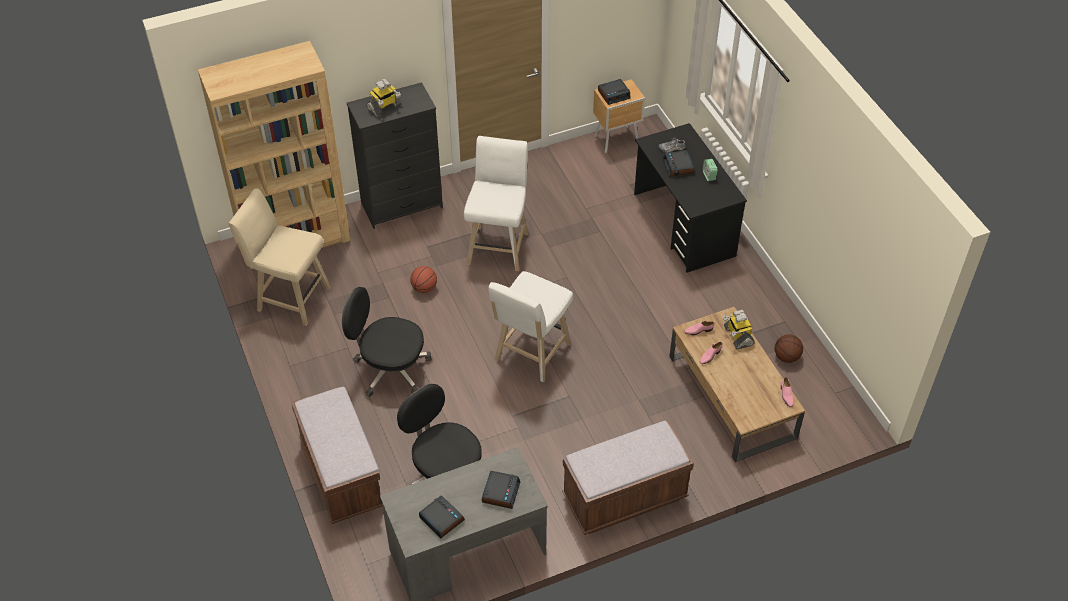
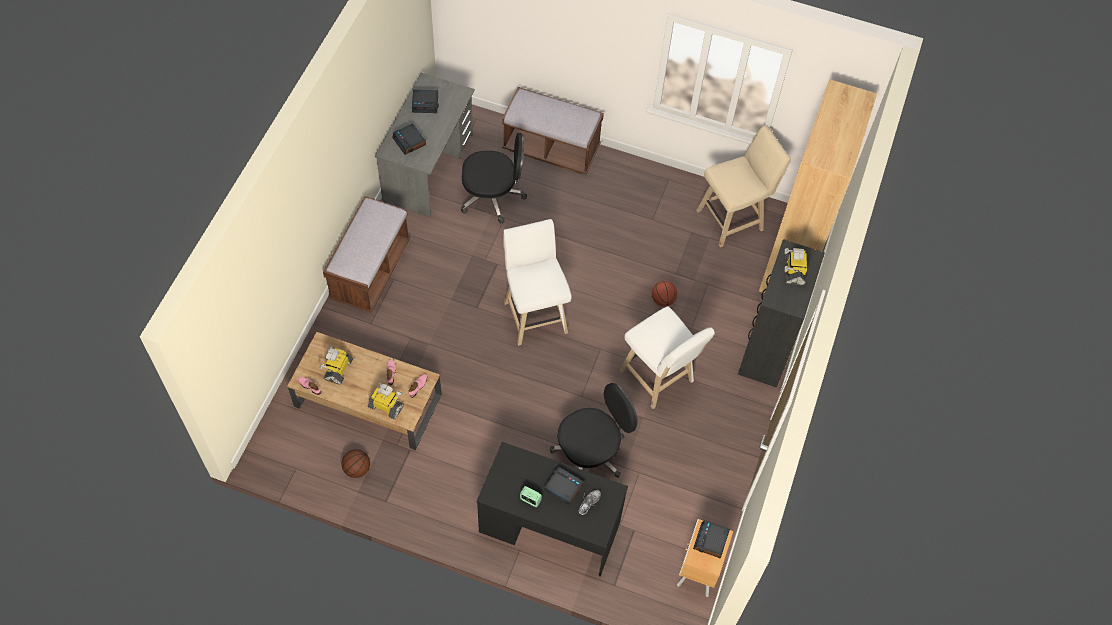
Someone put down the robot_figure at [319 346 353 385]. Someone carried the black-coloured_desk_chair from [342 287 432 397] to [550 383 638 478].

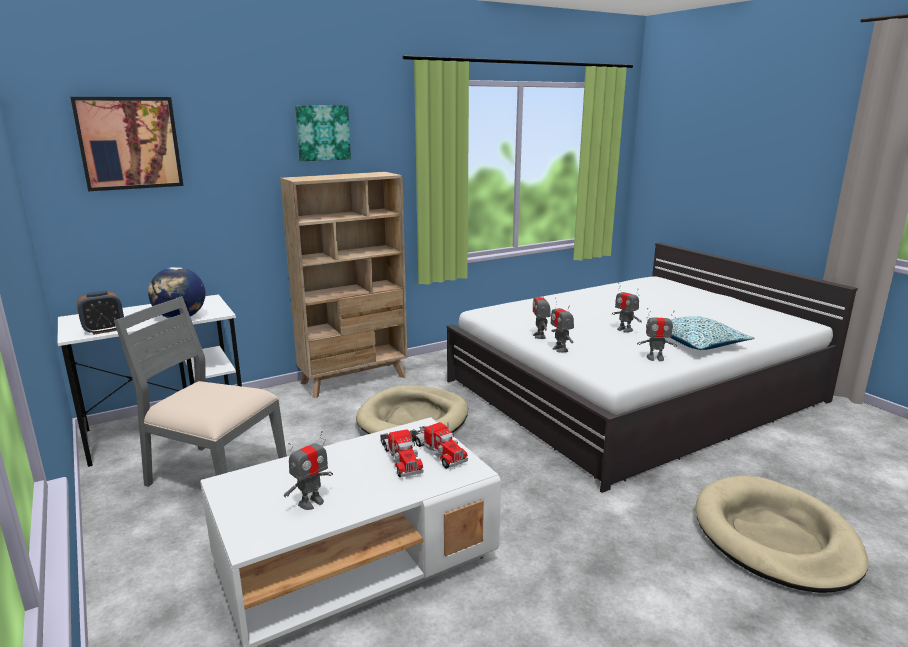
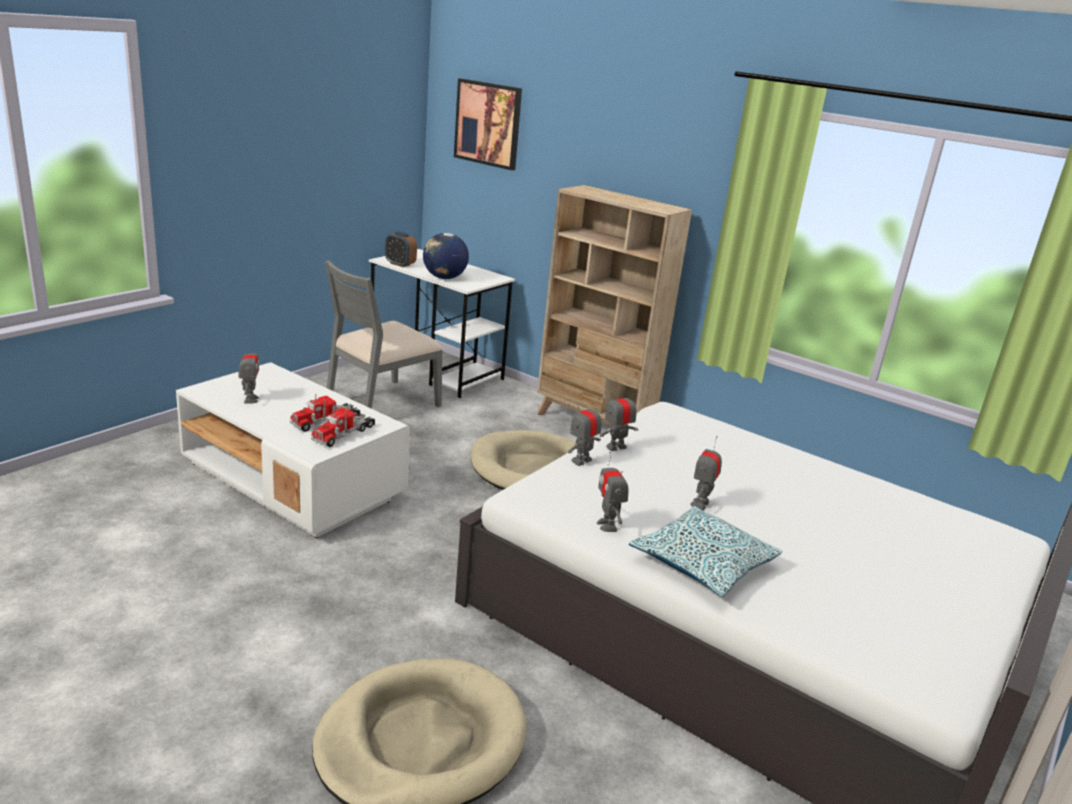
Someone took away the wall_picture at [295 105 351 161]. Someone rotated the greyish_plain_chair at [114 296 287 487] by 135 degrees counterclockwise. Someone rotated the robot_figure at [284 431 333 510] by 120 degrees counterclockwise.

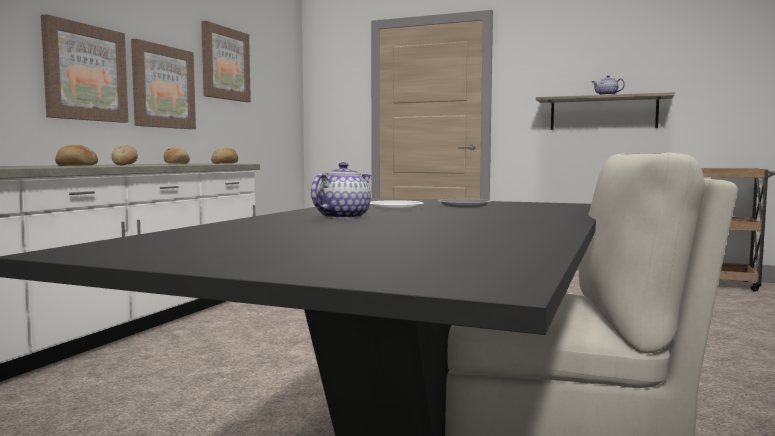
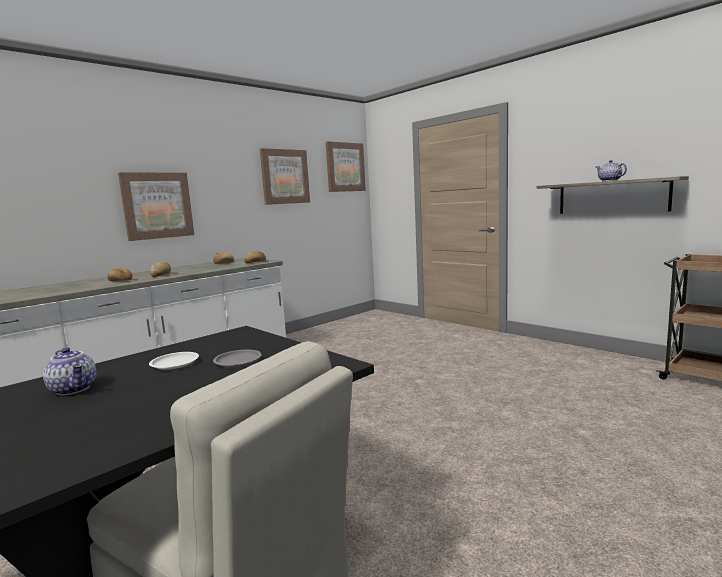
Someone carried the wall_picture from [131 39 196 129] to [326 141 366 192]. Someone rotated the pot_for_tea at [311 162 371 219] by 75 degrees clockwise.

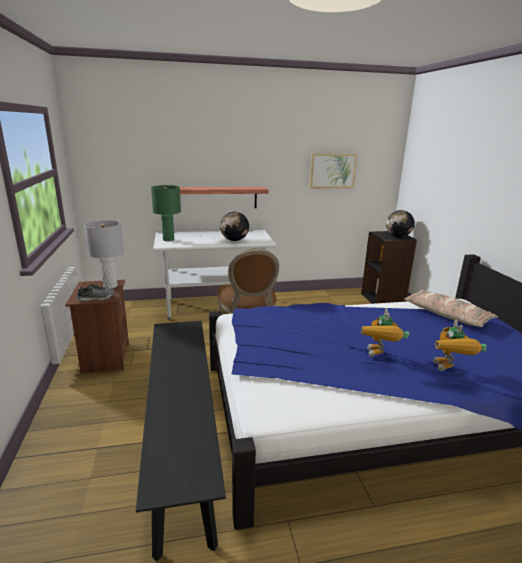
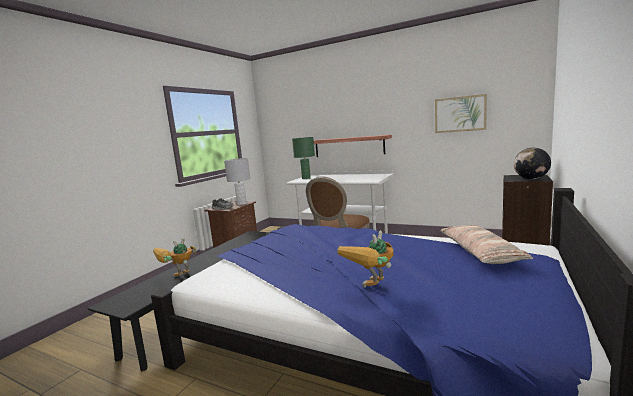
Someone took away the desk_globe at [220 212 249 241]. Someone carried the robot_figure from [361 308 410 357] to [153 238 197 277].

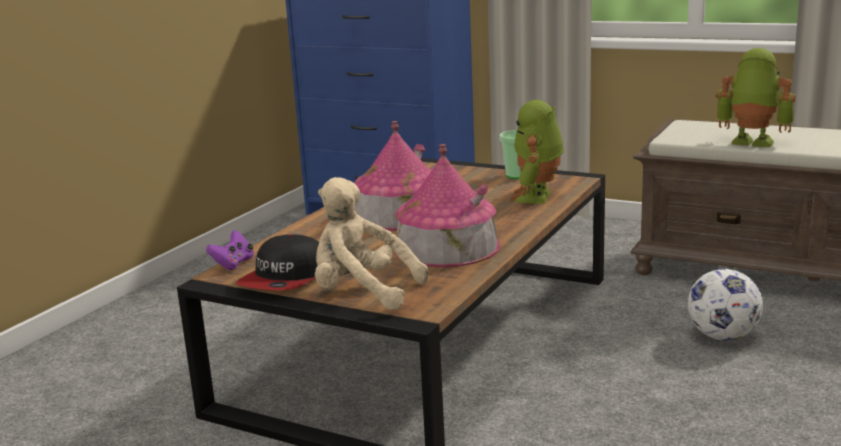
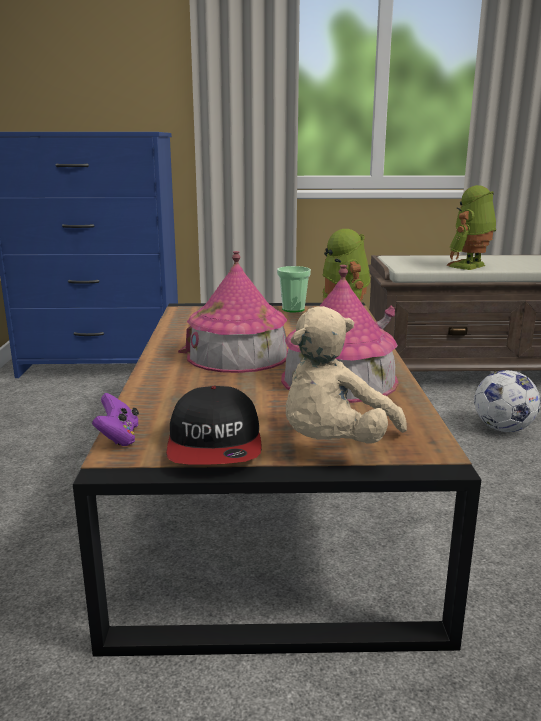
Someone rotated the sand-coloured_cuddly_toy at [315 177 428 310] by 45 degrees counterclockwise. Someone rotated the robot_figure at [716 48 796 147] by 45 degrees counterclockwise.

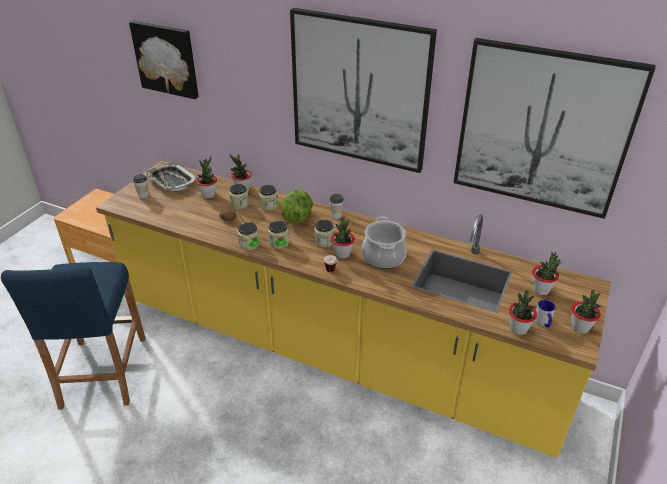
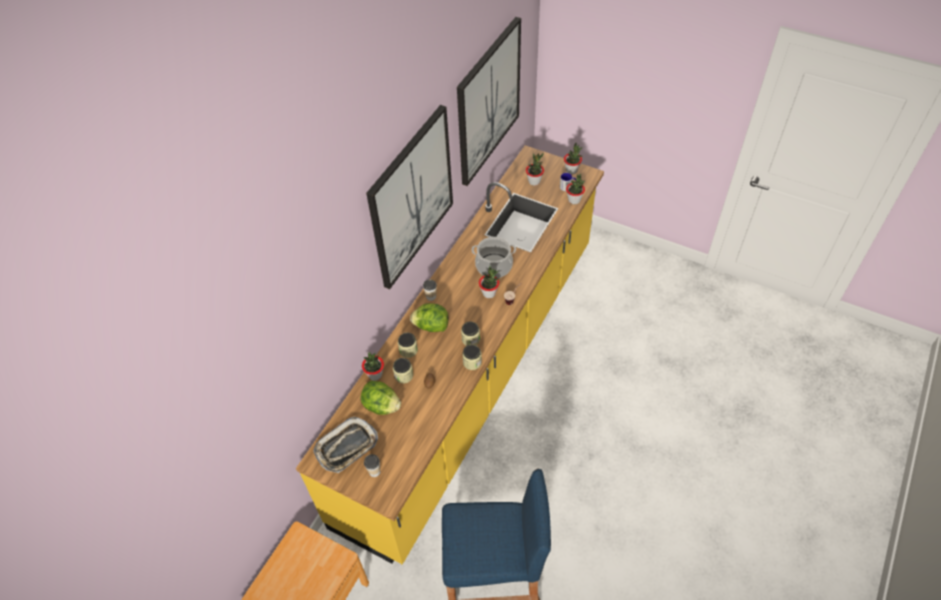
Someone took away the wall_picture at [129 21 199 99]. Someone took away the preserve_jar at [314 220 335 248]. Someone swapped the houseplant at [196 156 217 199] for the lettuce at [360 381 401 415].

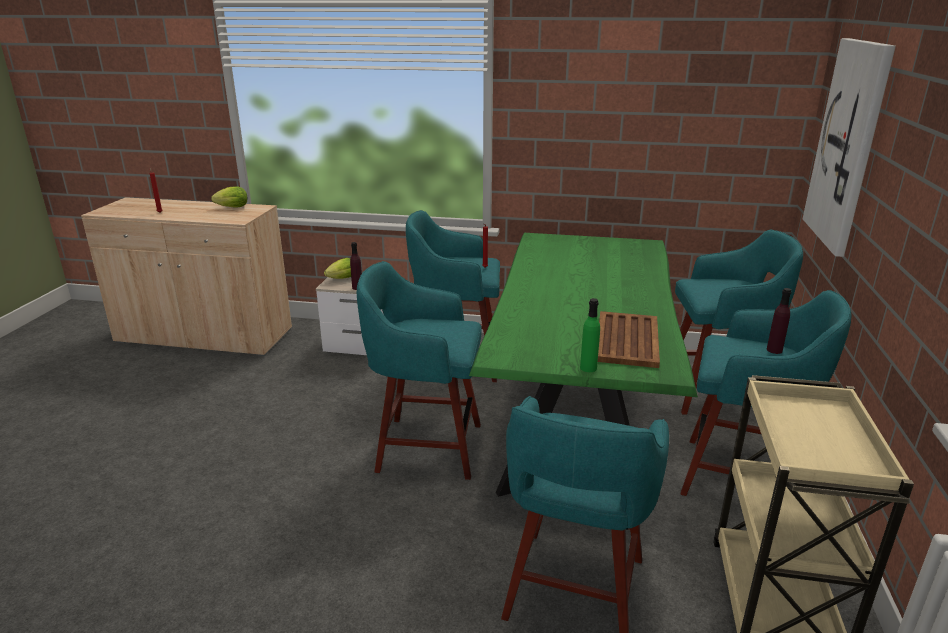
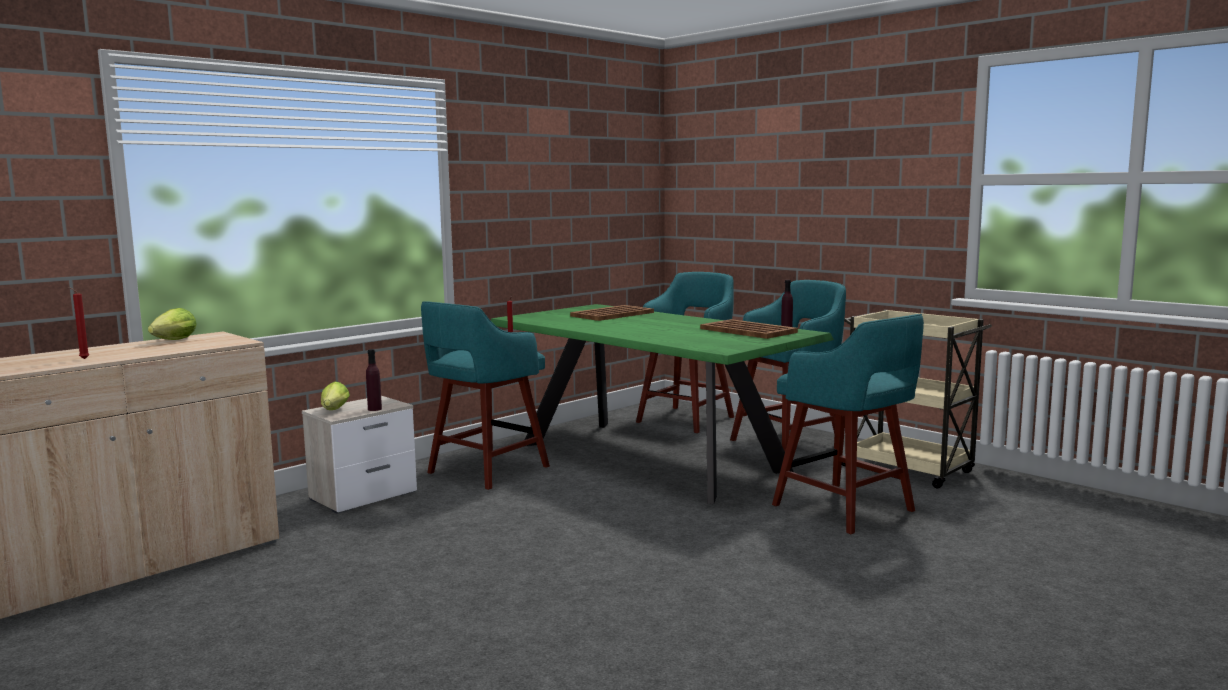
Someone took away the turquoise_stool_seat at [357 261 482 480]. Someone took away the green-coloured_bottle at [580 298 600 372]. Someone took away the wall_picture at [803 38 896 257]. Someone put down the brown-coloured_serving_tray at [570 305 654 321].

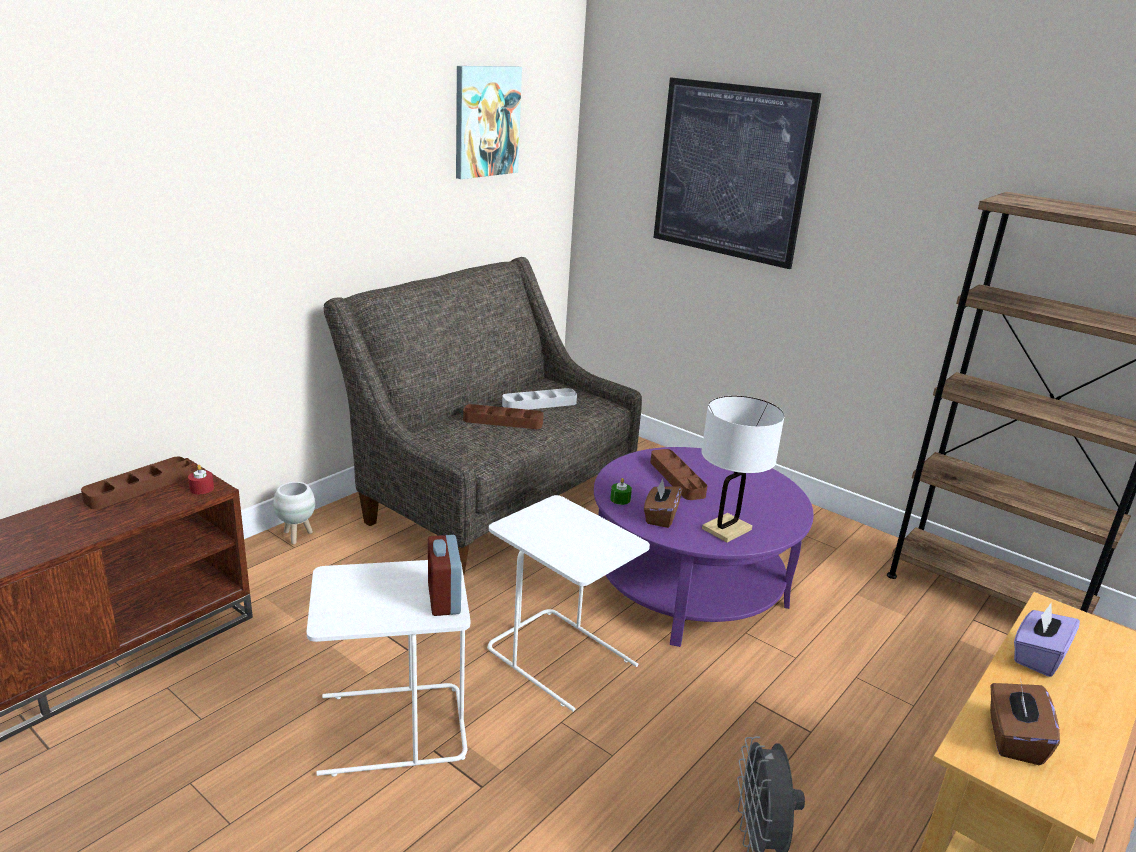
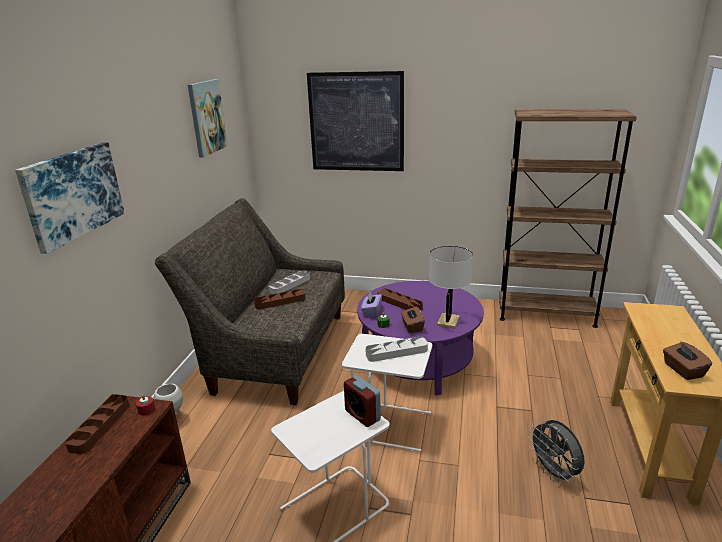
Someone put up the wall_picture at [15 142 125 254]. Someone put down the greyish_serving_tray at [365 337 428 362]. Someone carried the purple-coloured_tissue_holder from [1014 603 1080 677] to [361 291 382 317].

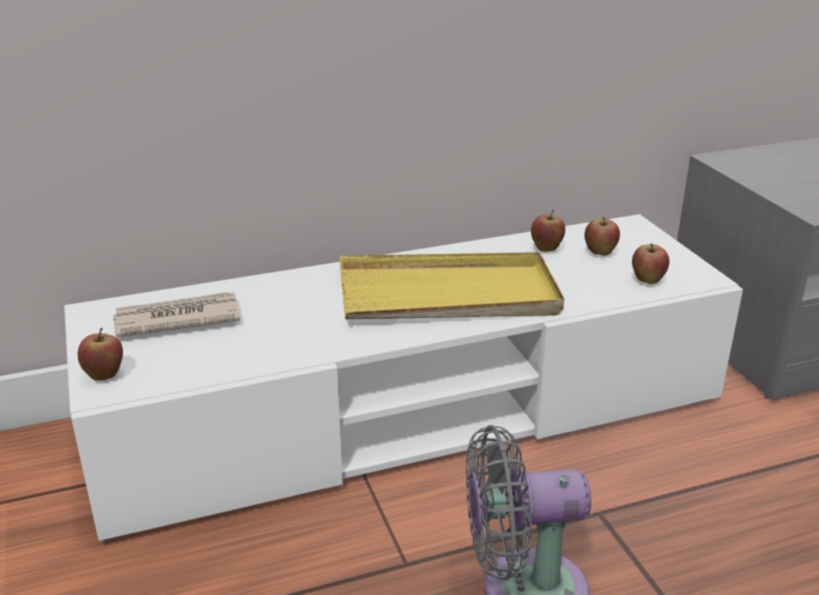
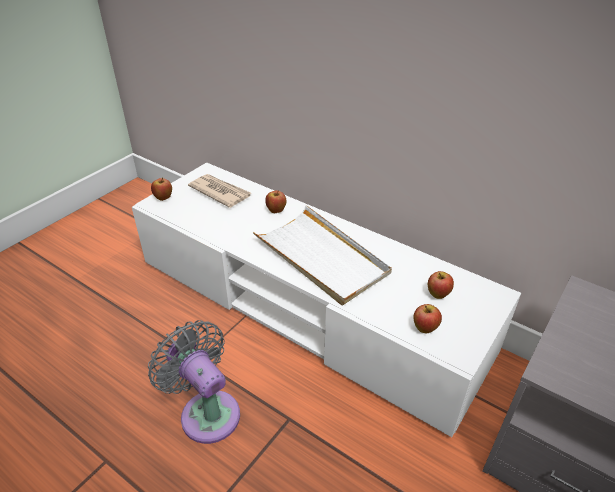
Someone carried the whole_apple from [531 210 565 252] to [265 190 286 213]. Someone repainted the yellowish_serving_tray at [340 252 564 319], which became the white-coloured_serving_tray at [253 205 392 305].

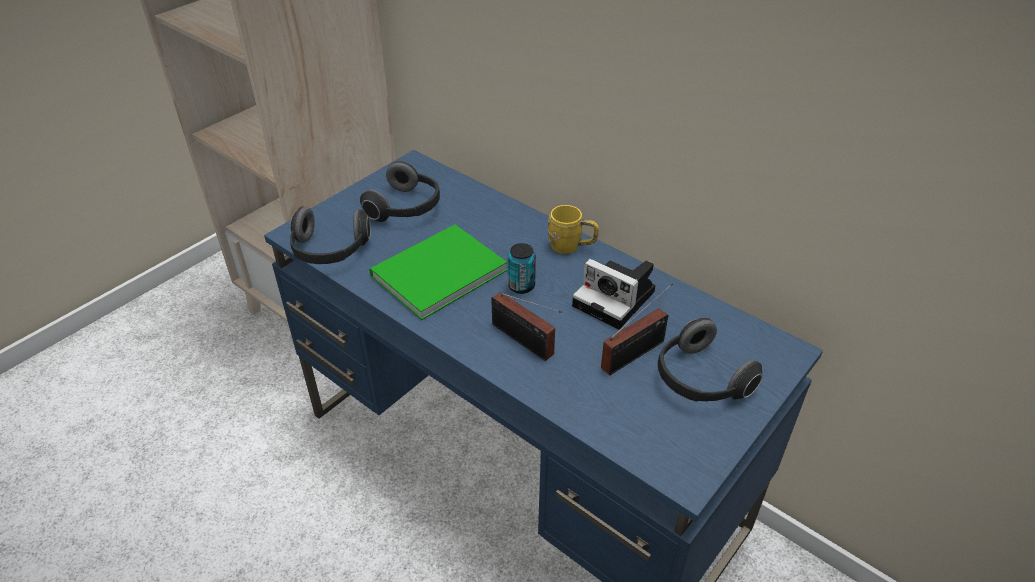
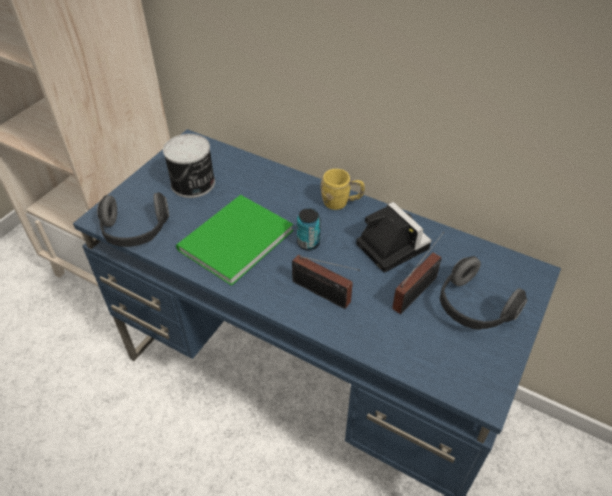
Someone swapped the headphones at [360 161 440 222] for the sealed_can at [163 134 215 198]. Someone rotated the photo_camera at [572 259 656 329] by 150 degrees counterclockwise.

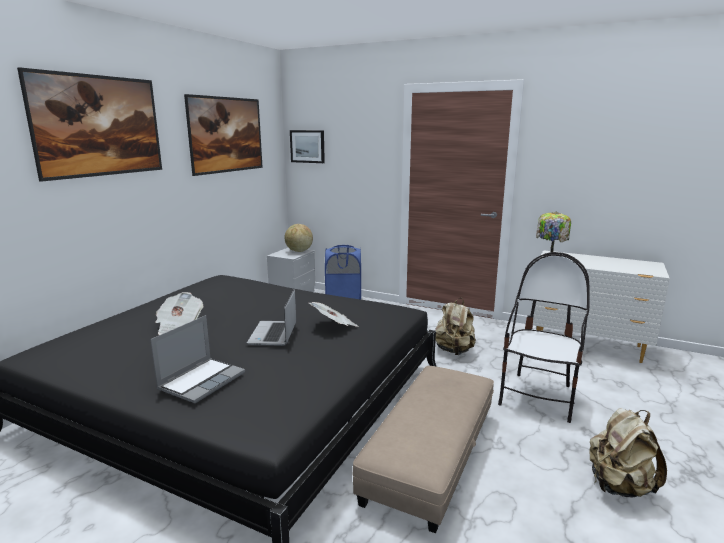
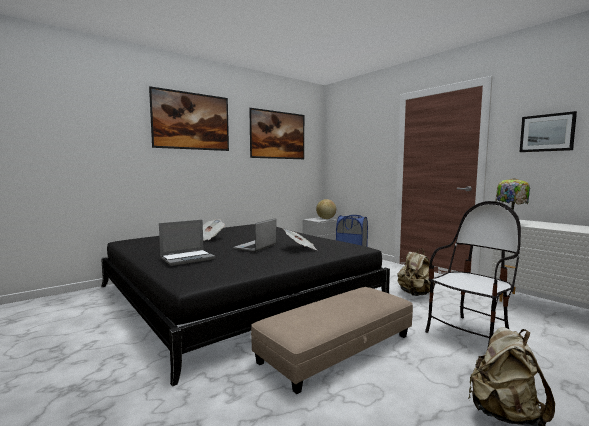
Someone carried the wall_picture from [290 130 325 163] to [520 111 577 152].

